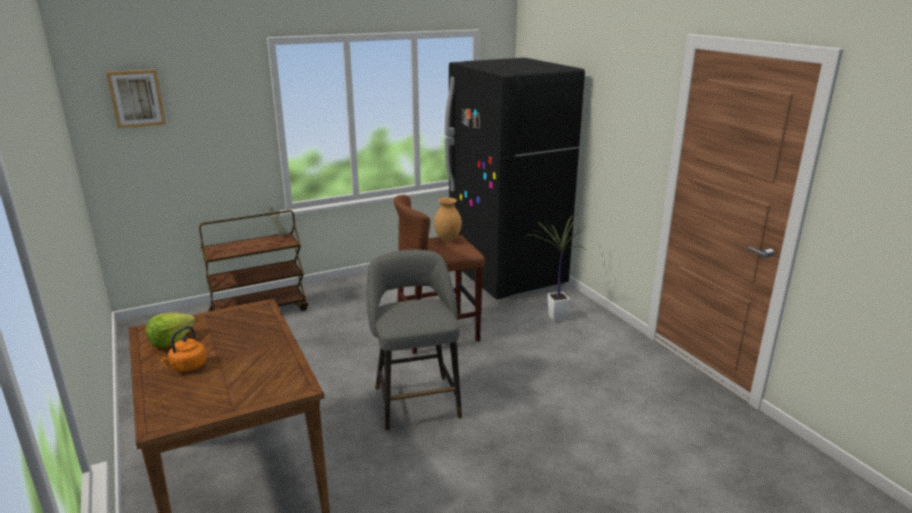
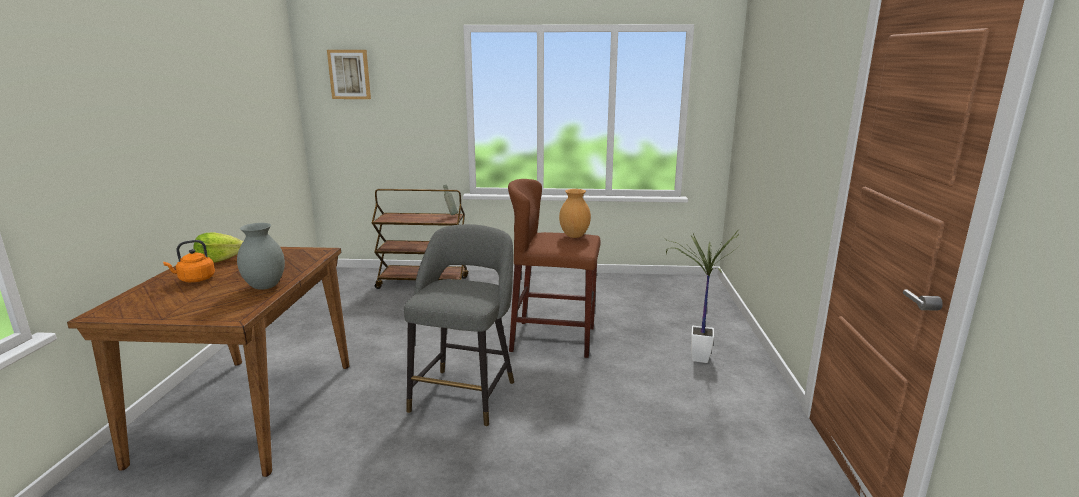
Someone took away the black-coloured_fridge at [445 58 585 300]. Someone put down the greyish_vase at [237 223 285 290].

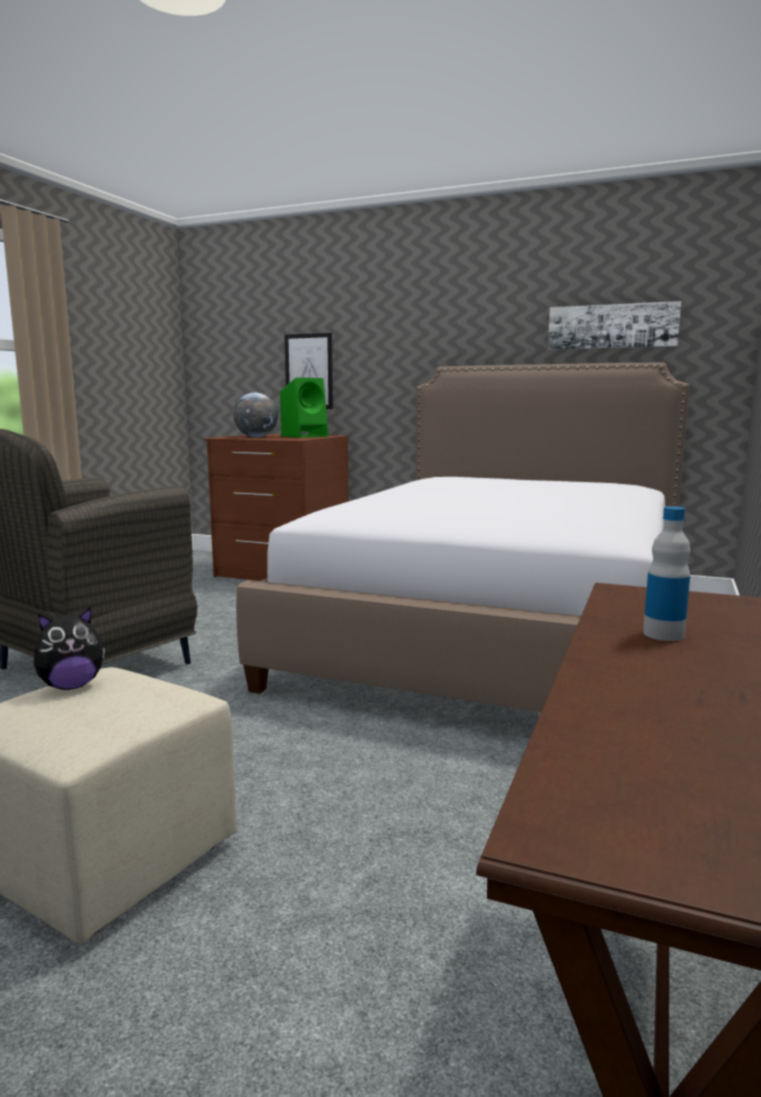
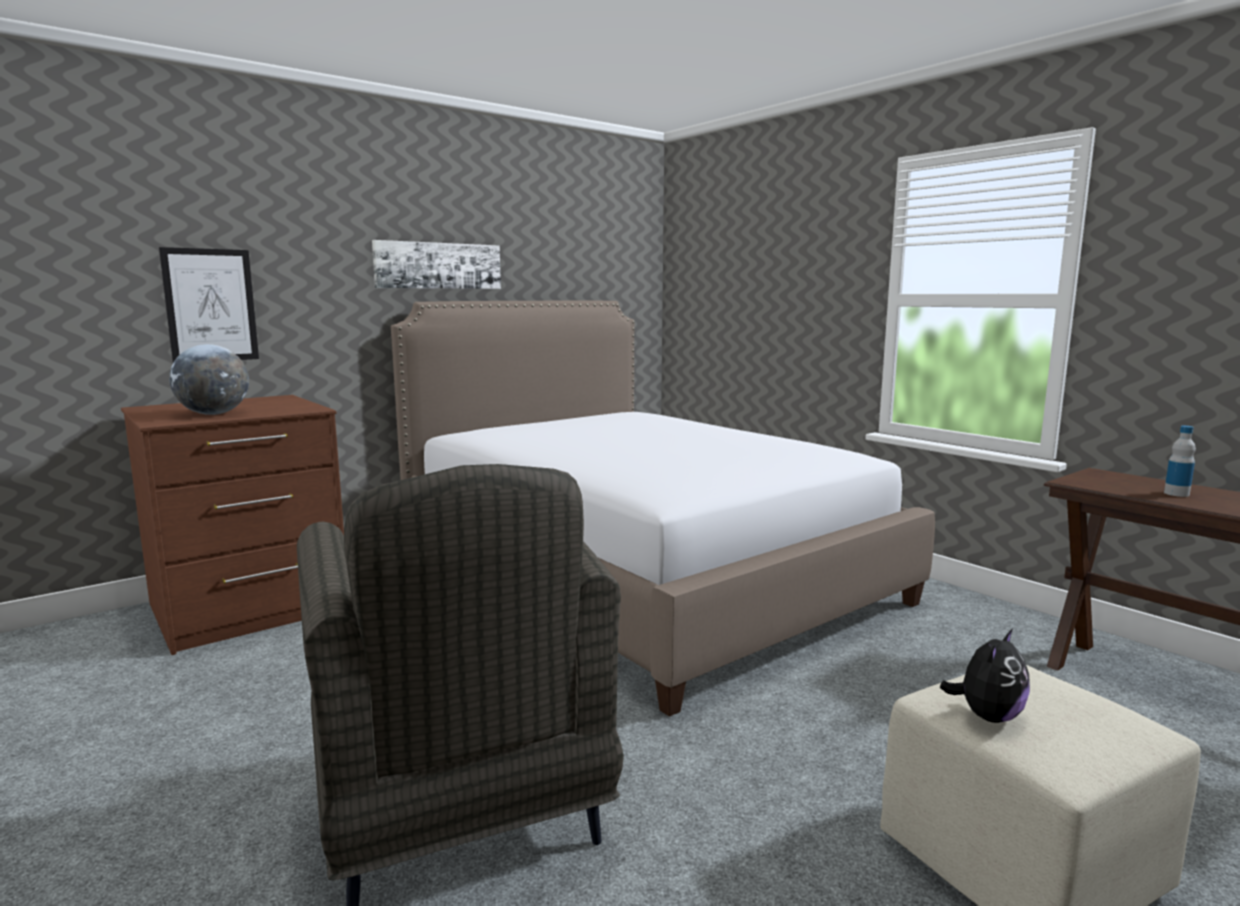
Someone took away the green-coloured_audio_speaker at [280 377 329 438]. Someone carried the wall_picture from [548 301 681 350] to [372 240 501 289]. Someone rotated the cuddly_toy at [34 607 105 690] by 45 degrees clockwise.

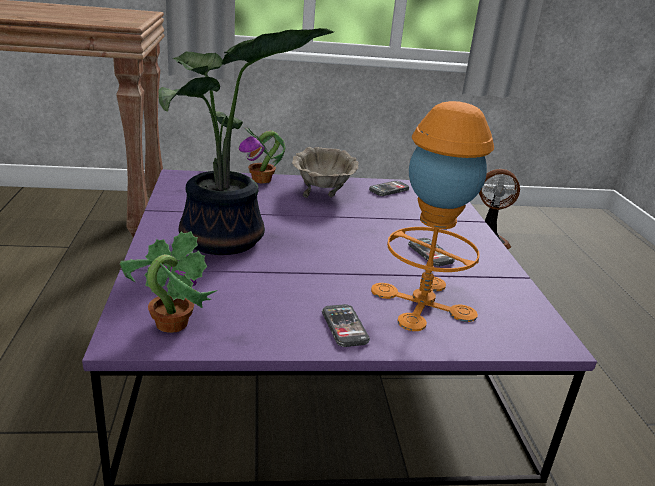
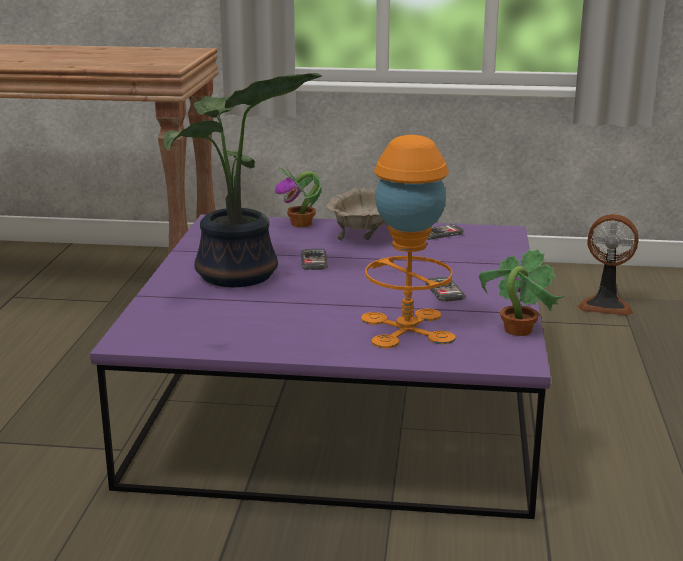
Someone carried the houseplant from [120 231 217 333] to [479 249 564 336]. Someone carried the handset from [322 304 370 347] to [301 249 328 270].

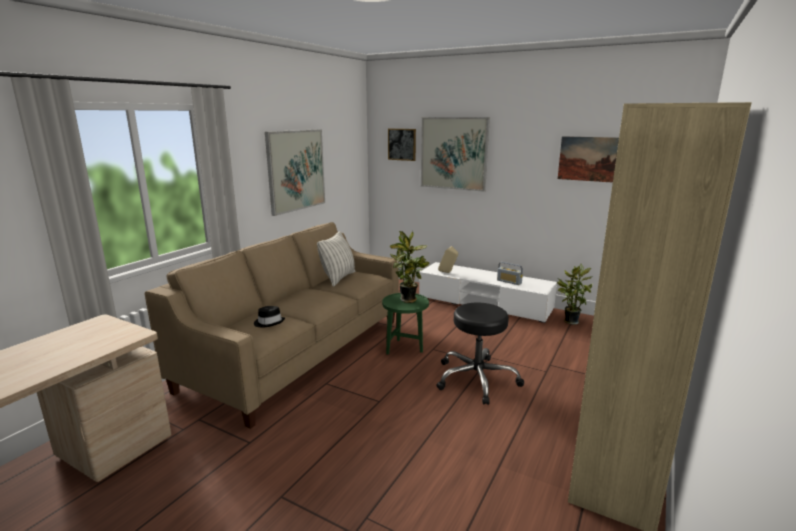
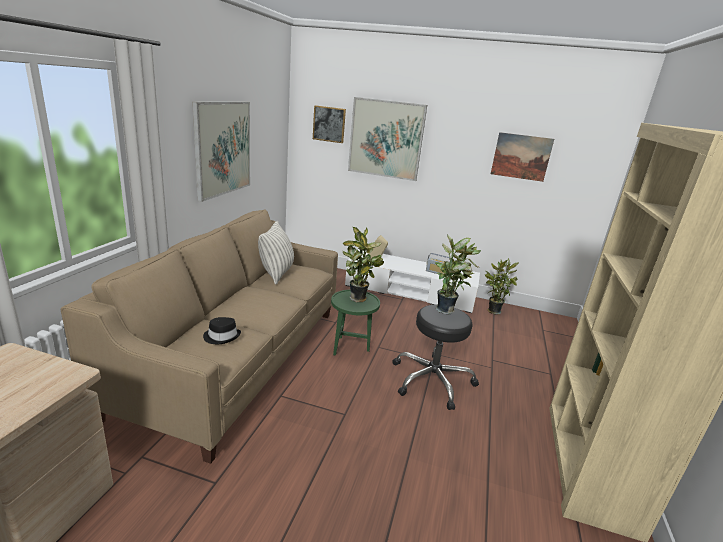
Someone put down the houseplant at [435 235 481 314].

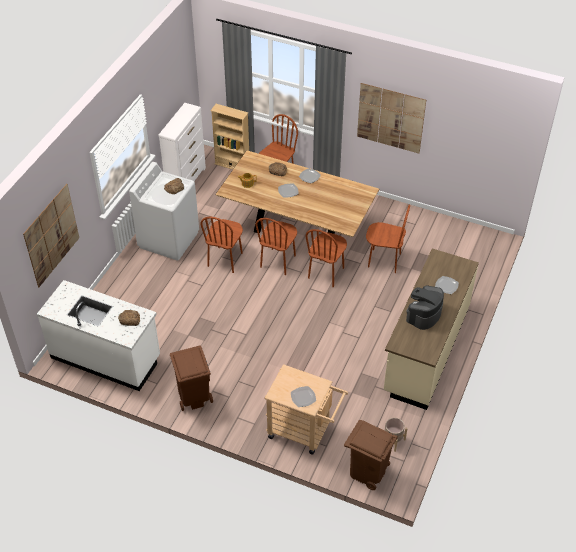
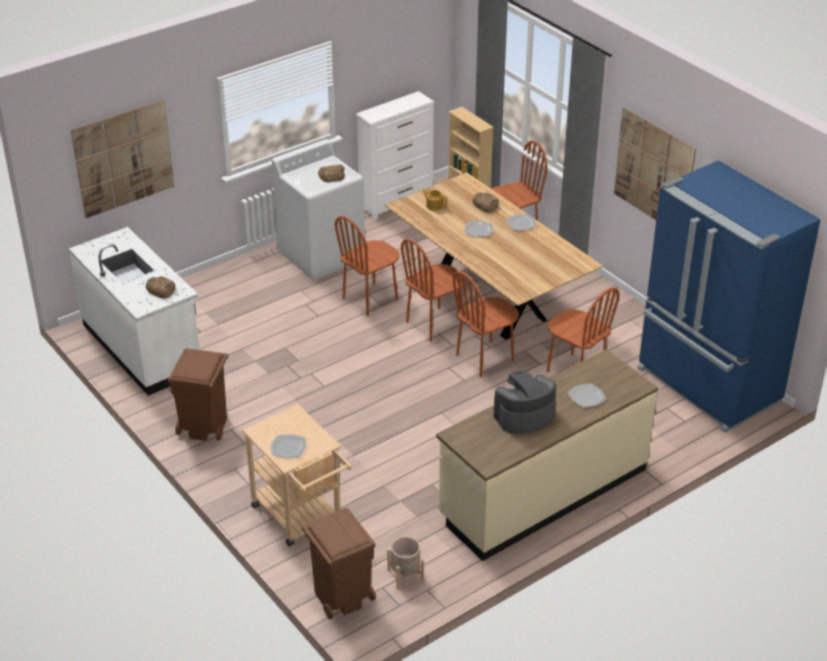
Someone put down the blue_fridge at [637 160 821 433].

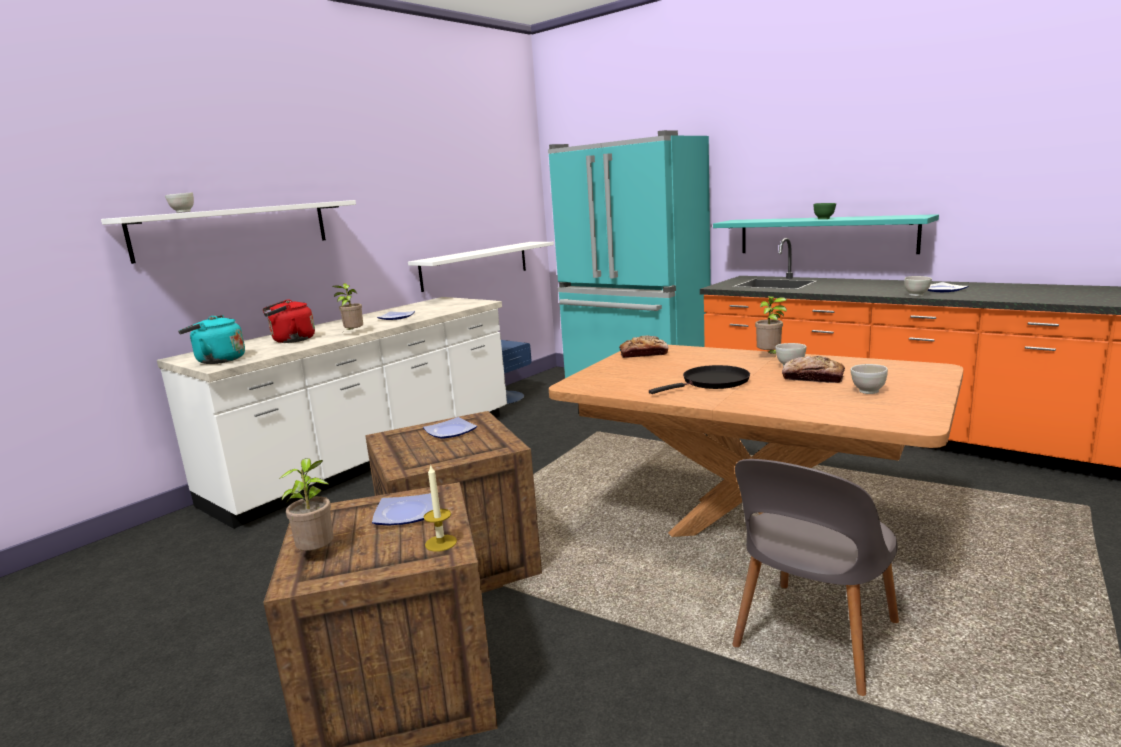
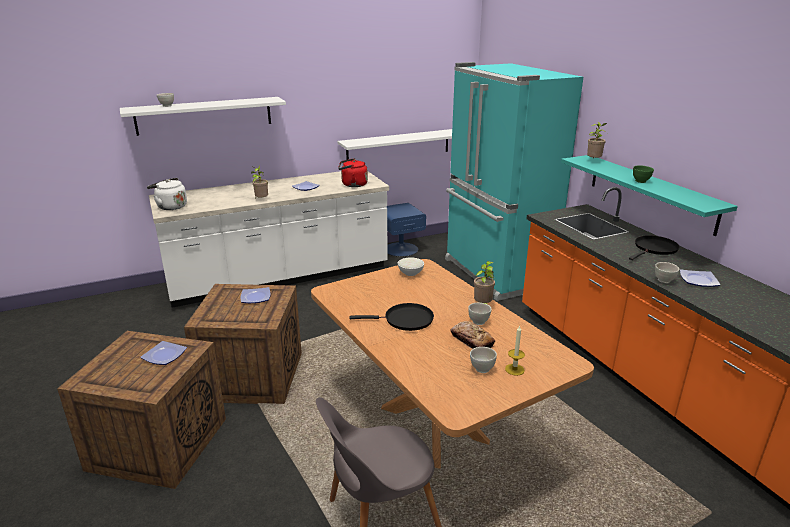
Someone put down the black-coloured_skillet at [629 235 680 260]. Someone carried the red_tea_kettle from [262 299 315 343] to [338 158 368 187]. Someone carried the houseplant from [279 458 334 551] to [587 122 607 159]. Someone carried the wax_candle from [424 464 457 552] to [505 325 525 376]. Someone swapped the bakery_bread at [619 335 668 358] for the white-coloured_serving_bowl at [398 257 424 276]. Someone repainted the turquoise_tea_kettle at [178 315 245 364], which became the white-coloured_tea_kettle at [147 178 187 210].

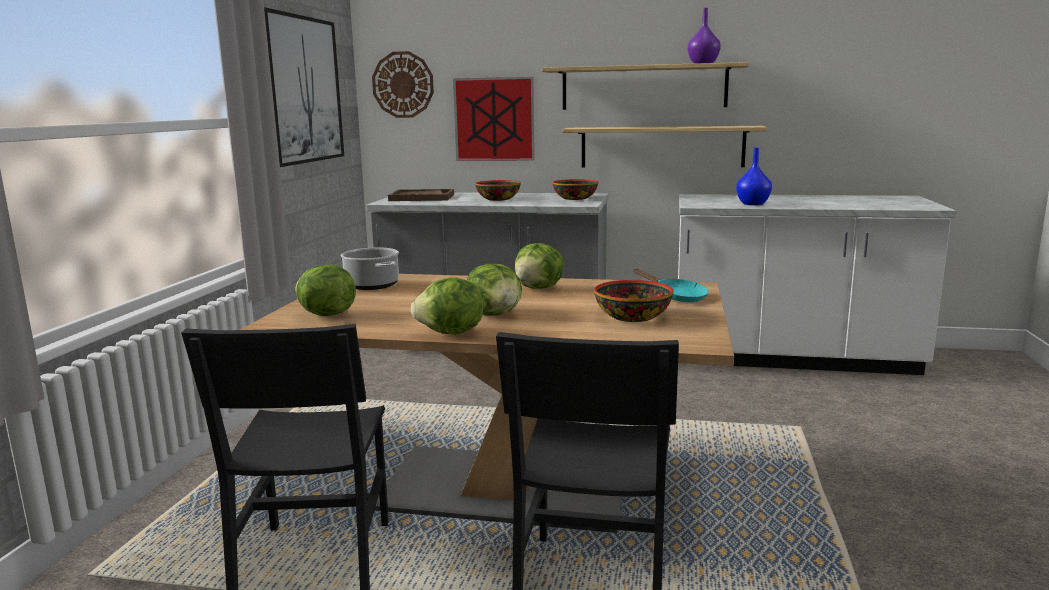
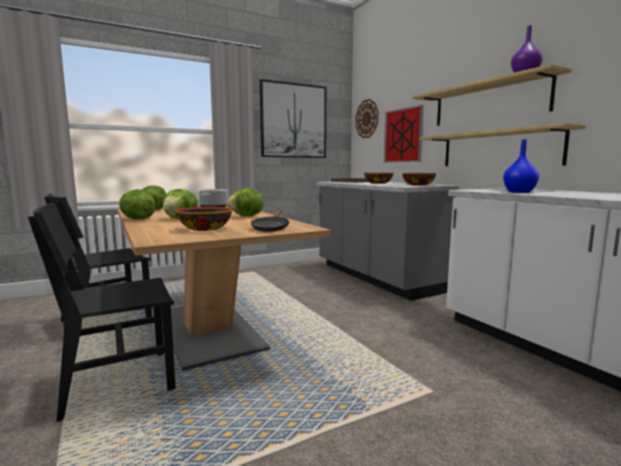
Someone repainted the turquoise_skillet at [633 269 708 302], which became the black-coloured_skillet at [251 209 289 232].

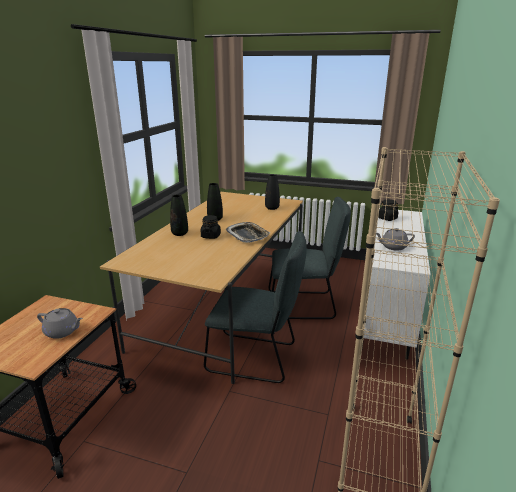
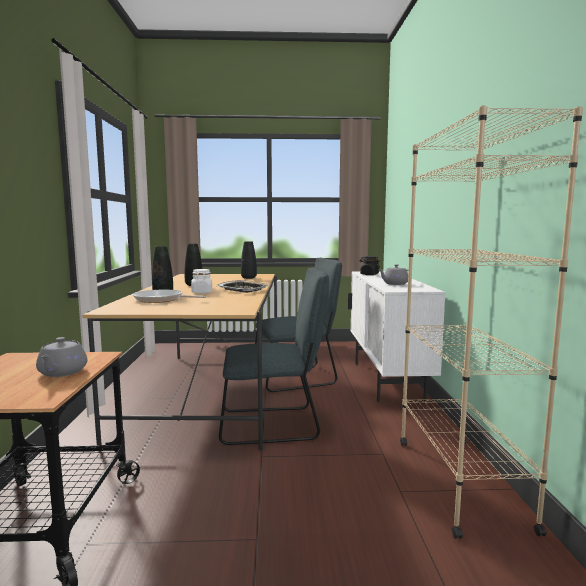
Someone put down the skillet at [132 290 206 303]. Someone repainted the black-coloured_preserve_jar at [201 215 221 239], which became the white-coloured_preserve_jar at [191 269 212 294]. Someone rotated the greyish_pot_for_tea at [37 308 83 339] by 90 degrees clockwise.

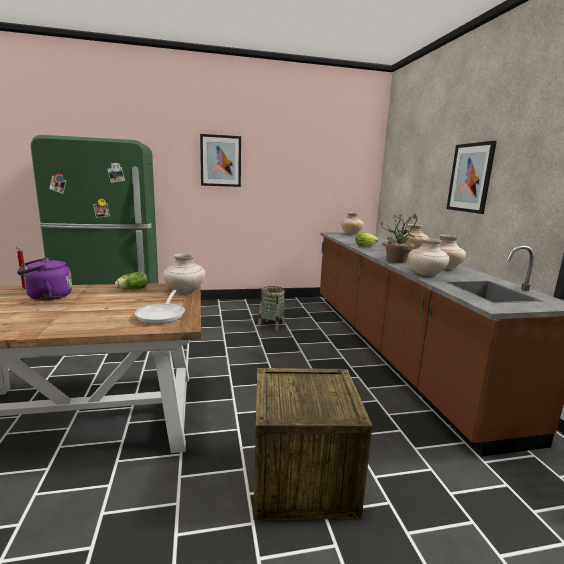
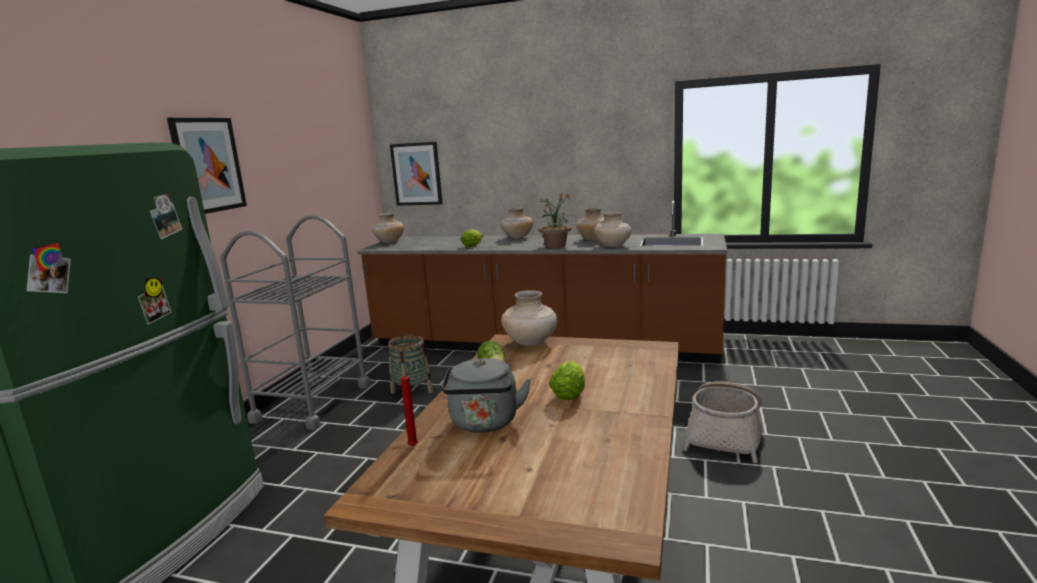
Someone took away the skillet at [135 290 185 324]. Someone put down the greyish_trolley at [220 215 371 430]. Someone put down the lettuce at [549 361 585 400]. Someone carried the wall_picture from [446 141 497 214] to [390 142 443 206]. Someone swapped the packing_crate at [253 368 372 520] for the storage_basket at [683 381 763 463]. Someone repainted the purple-coloured_tea_kettle at [17 257 72 300], which became the greyish_tea_kettle at [442 358 531 433].

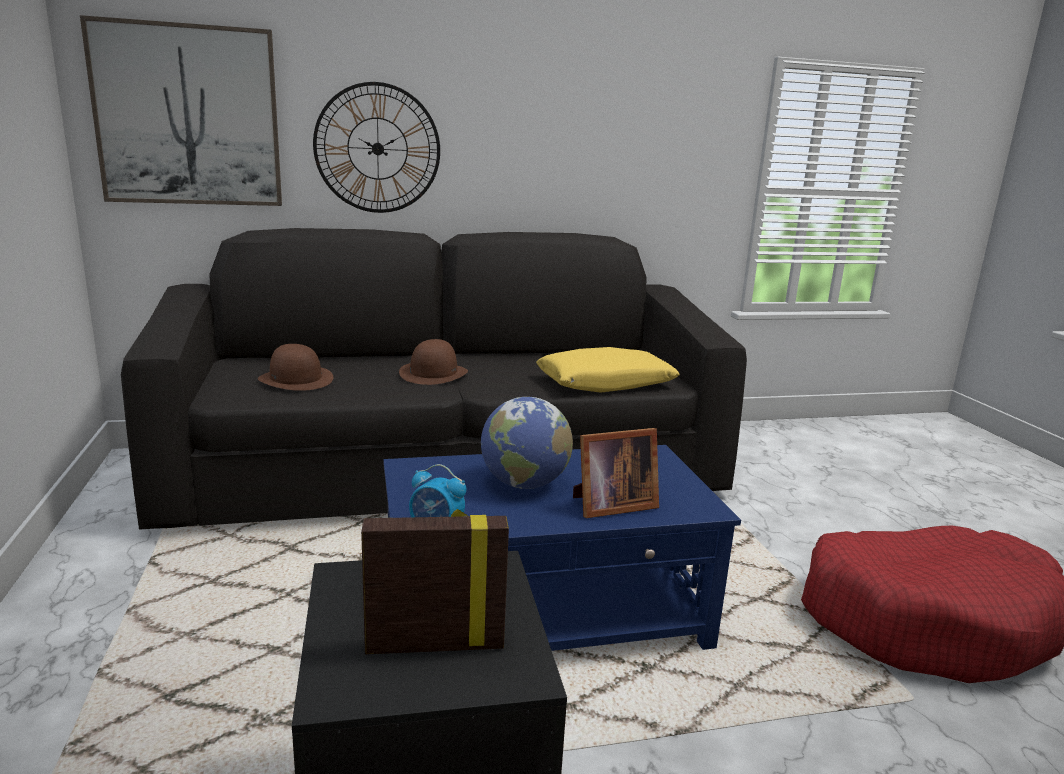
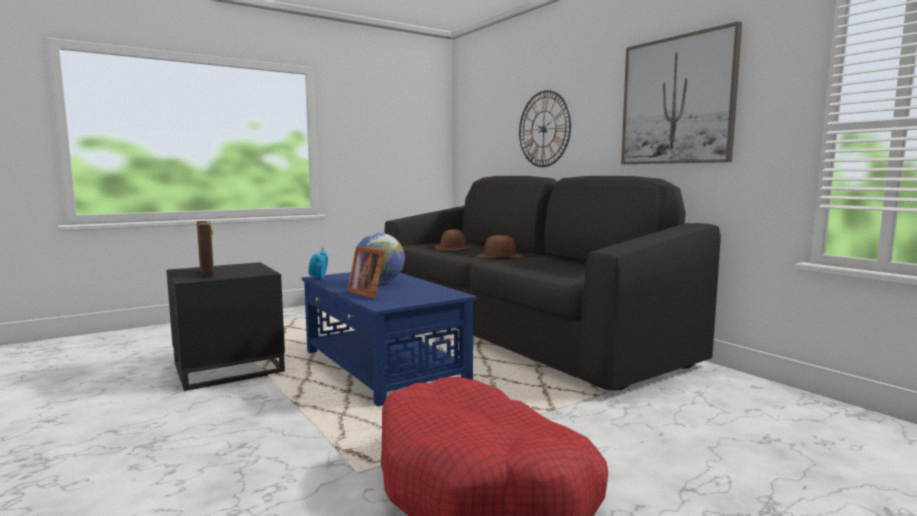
Someone took away the yellowish_throw_pillow at [536 347 680 393]. Someone carried the wall_picture from [80 15 282 206] to [621 21 742 164].

